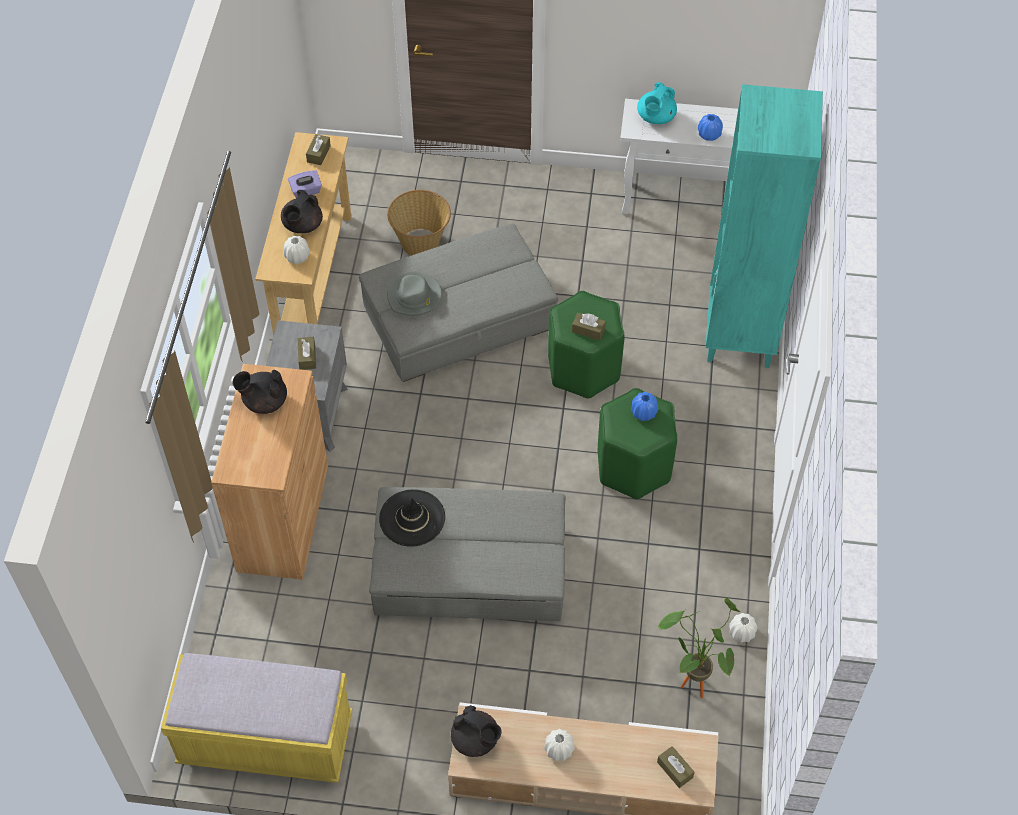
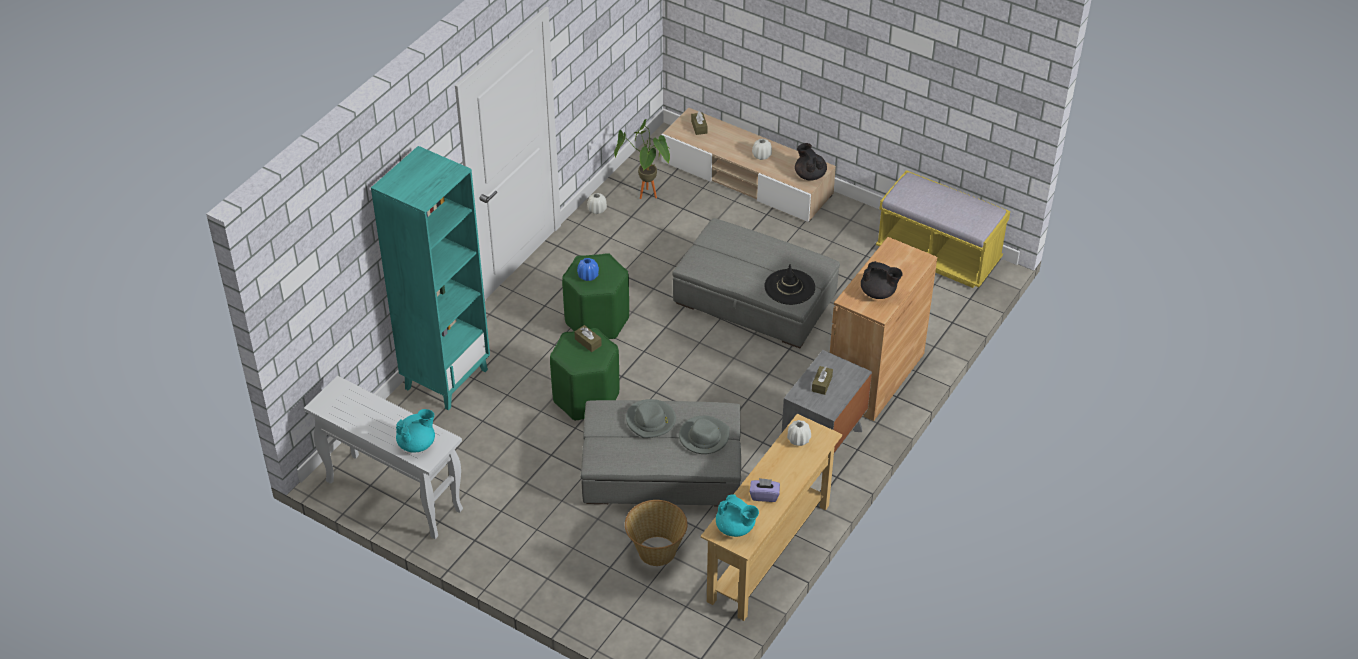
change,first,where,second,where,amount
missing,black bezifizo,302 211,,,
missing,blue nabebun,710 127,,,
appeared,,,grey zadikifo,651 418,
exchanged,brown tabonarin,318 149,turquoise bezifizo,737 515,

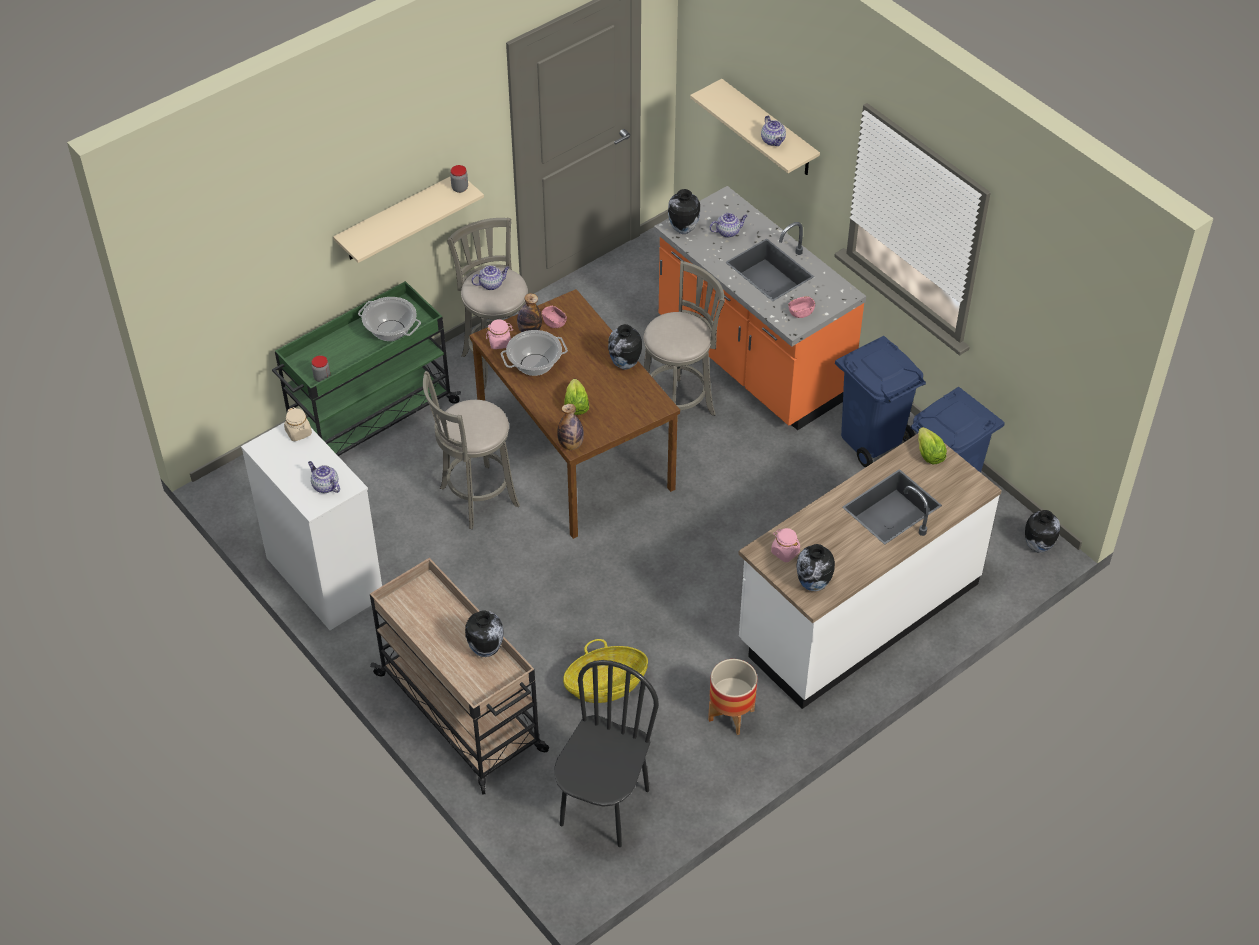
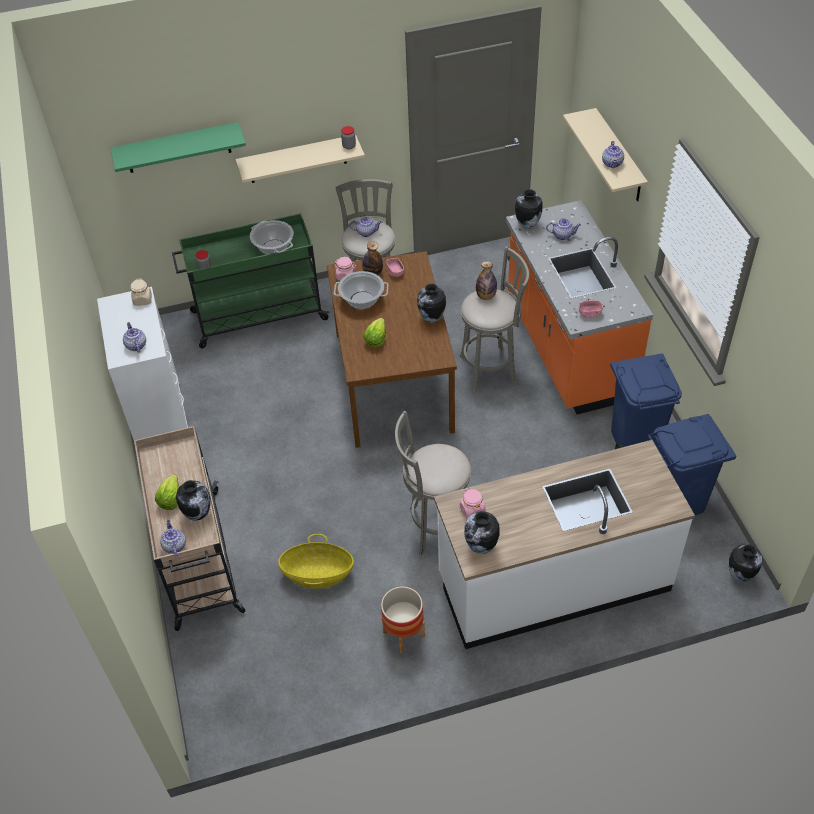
change,first,where,second,where,amount
missing,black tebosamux,606 753,,,
appeared,,,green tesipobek,178 147,
appeared,,,bezifizo,173 539,
relocated,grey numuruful,471 450,,433 482,
relocated,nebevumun,570 427,,486 280,
relocated,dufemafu,932 445,,167 492,

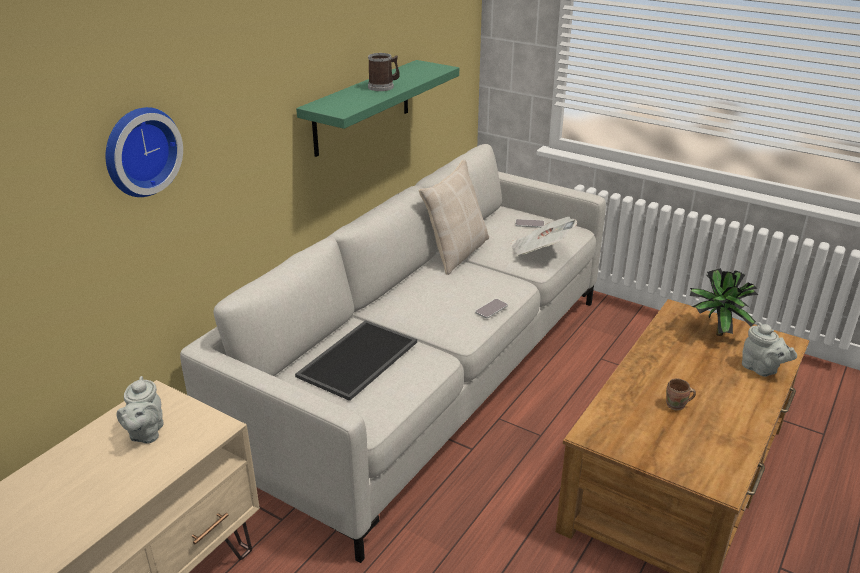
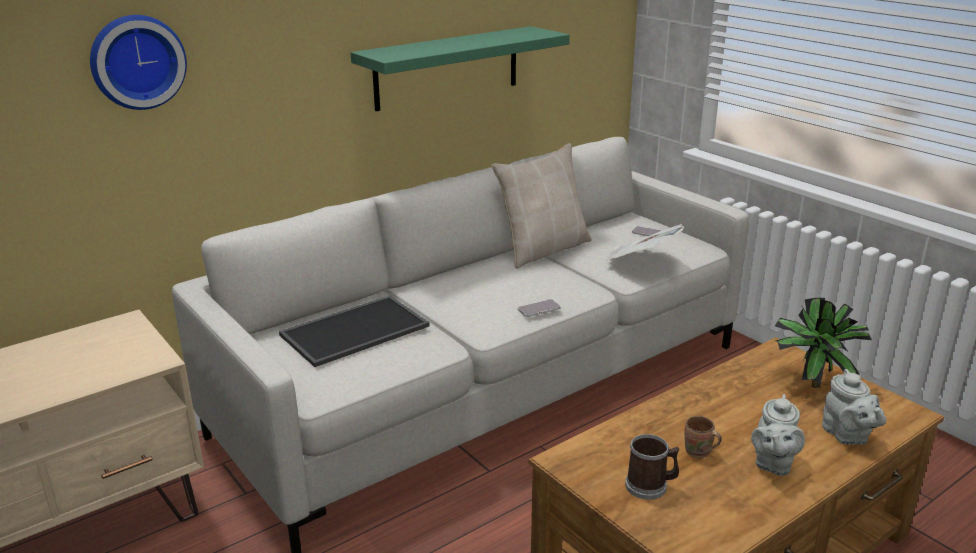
change,first,where,second,where,amount
relocated,grey bezifizo,140 410,,778 435,
relocated,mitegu,384 72,,652 467,

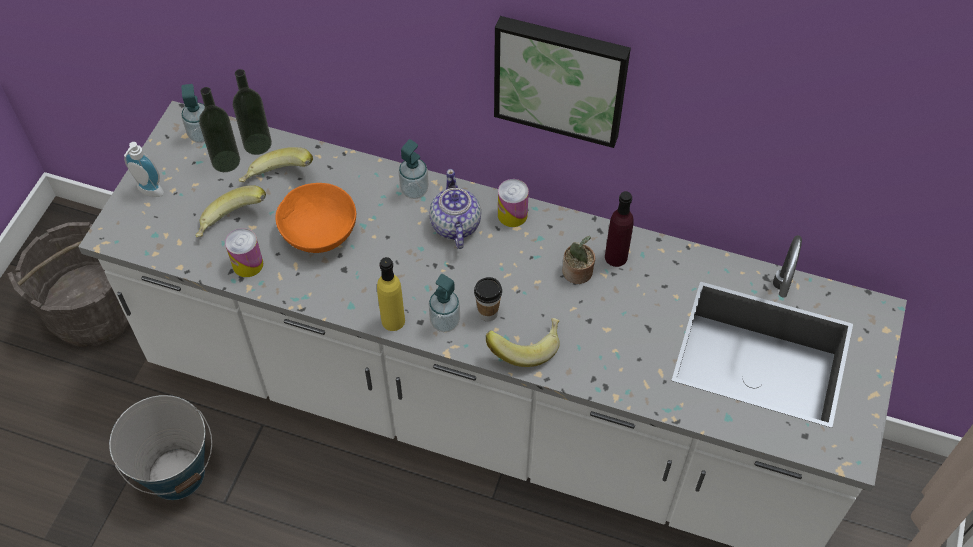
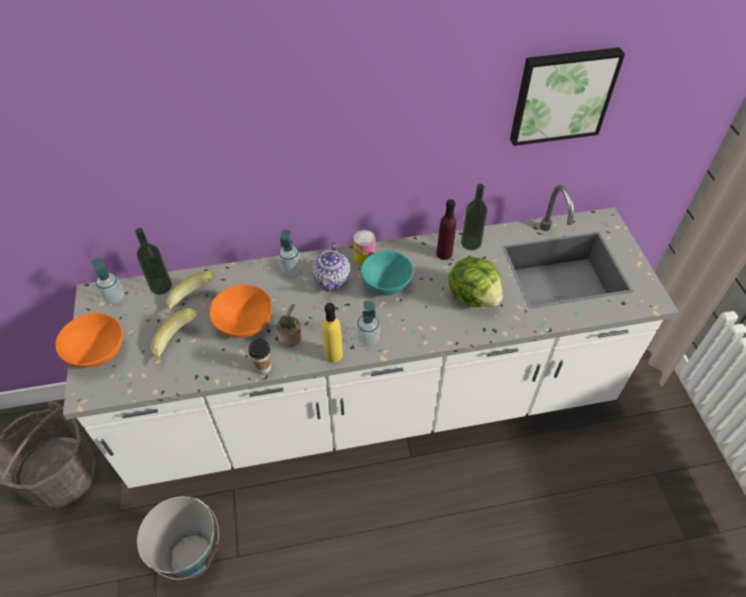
change,first,where,second,where,amount
missing,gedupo,244 252,,,
missing,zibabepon,523 342,,,
appeared,,,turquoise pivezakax,387 272,
appeared,,,dufemafu,475 282,
relocated,nebevumun,219 129,,474 217,
relocated,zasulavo,488 299,,259 356,
relocated,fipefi,562 82,,567 96,
relocated,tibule,578 260,,289 326,
exchanged,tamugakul,144 169,orange pivezakax,89 340,
spun,bezifizo,455 209,,331 266,135 degrees counterclockwise

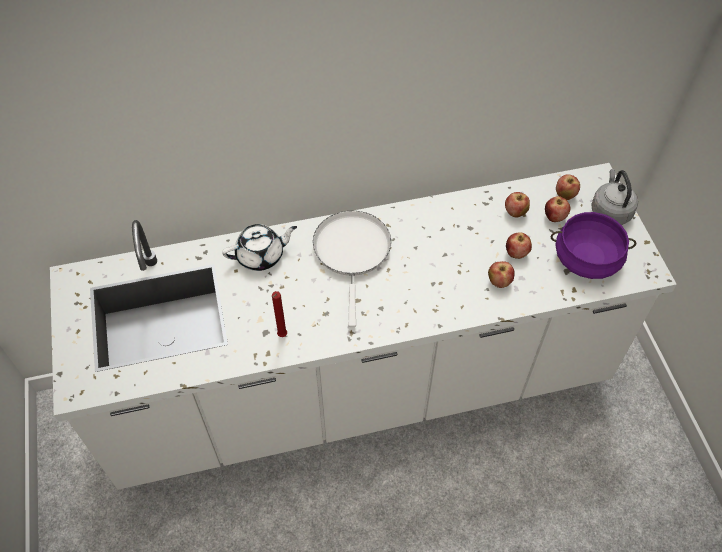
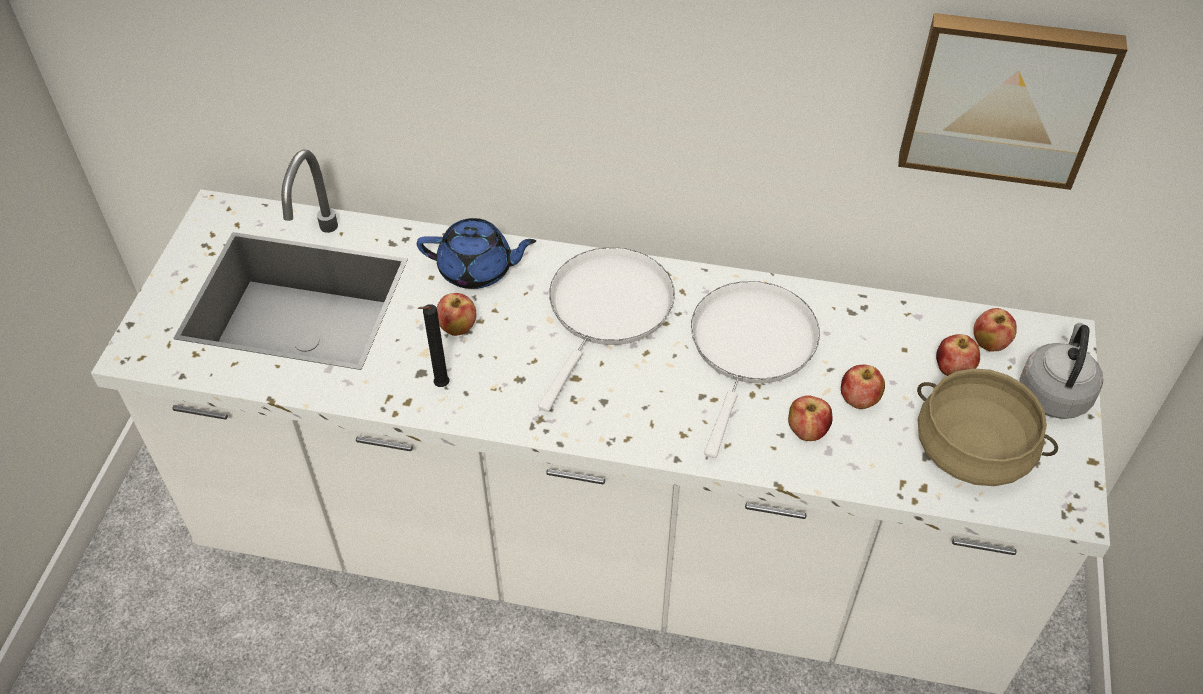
change,first,where,second,where,amount
appeared,,,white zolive,755 369,
appeared,,,fipefi,1013 101,
relocated,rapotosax,517 205,,456 314,
colour,white bezifizo,259 247,blue bezifizo,476 253,
colour,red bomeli,279 314,black bomeli,434 345,
colour,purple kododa,593 245,beige kododa,987 427,

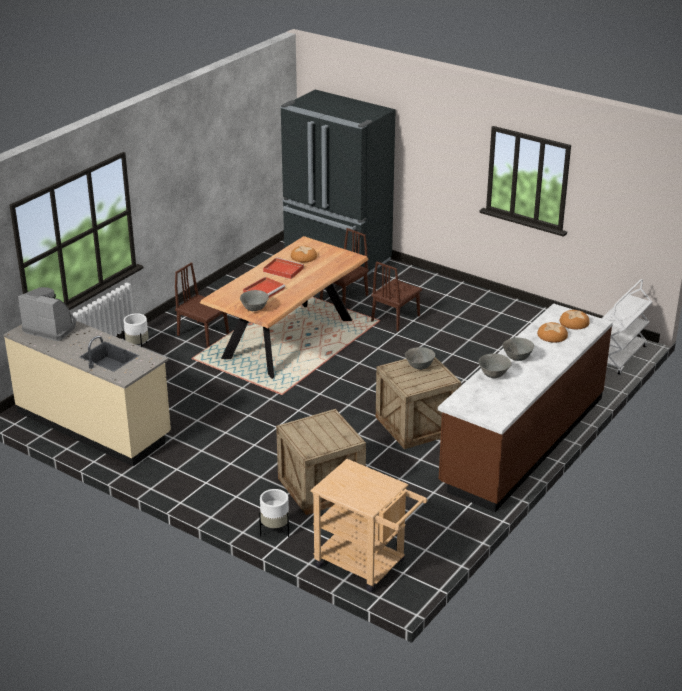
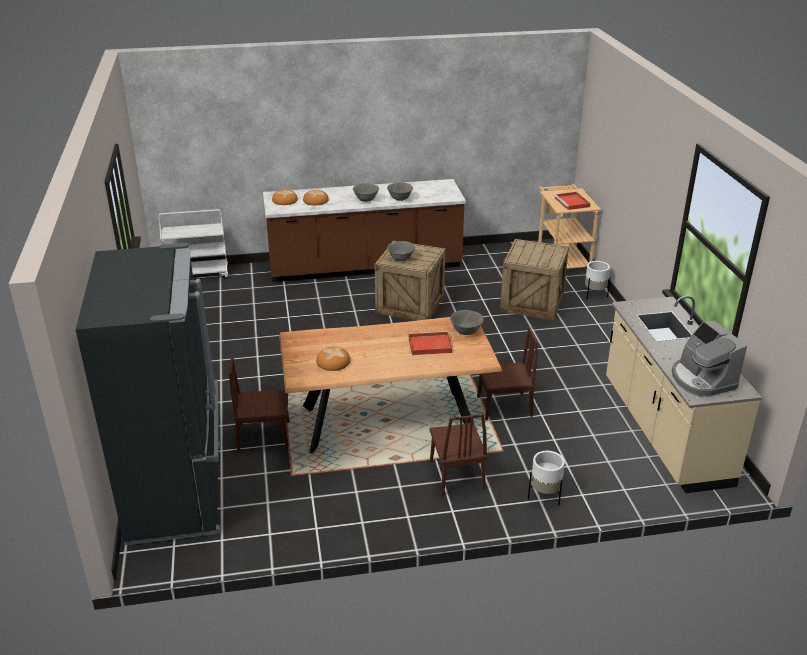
change,first,where,second,where,amount
relocated,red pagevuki,283 268,,572 201,
relocated,brown tebosamux,396 296,,507 373,

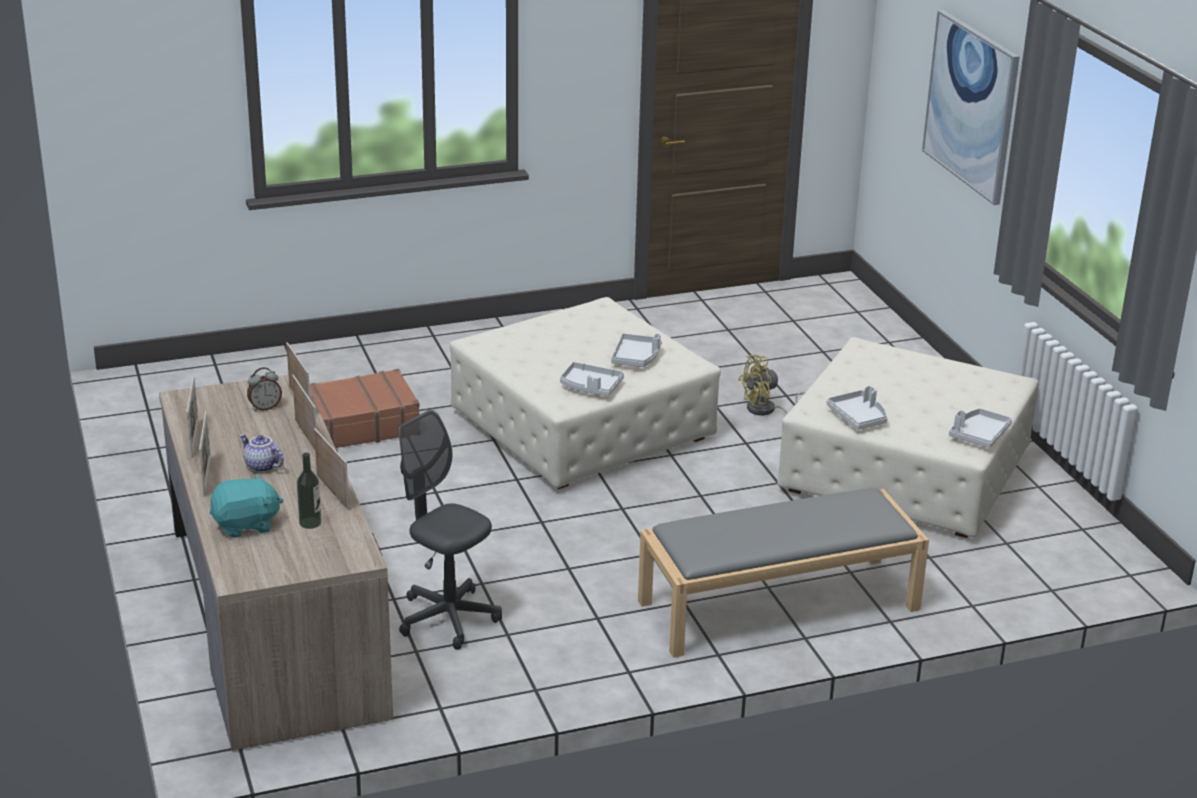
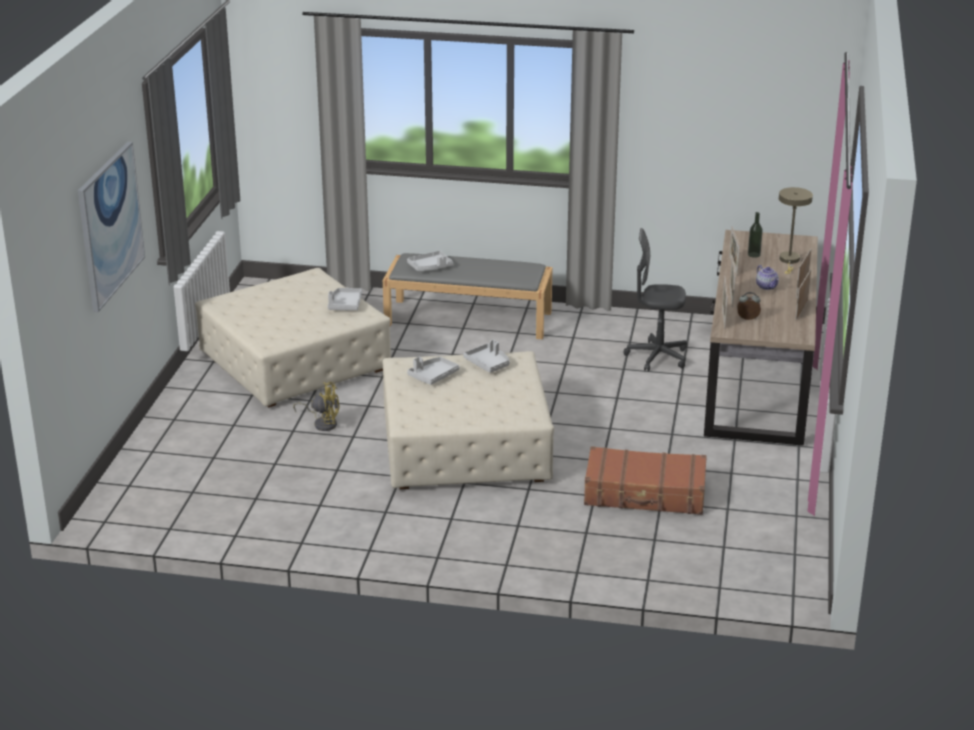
change,first,where,second,where,amount
relocated,grey pagevuki,980 428,,430 261,
exchanged,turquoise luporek,246 506,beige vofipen,796 230,
spun,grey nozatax,450 529,,655 299,120 degrees clockwise

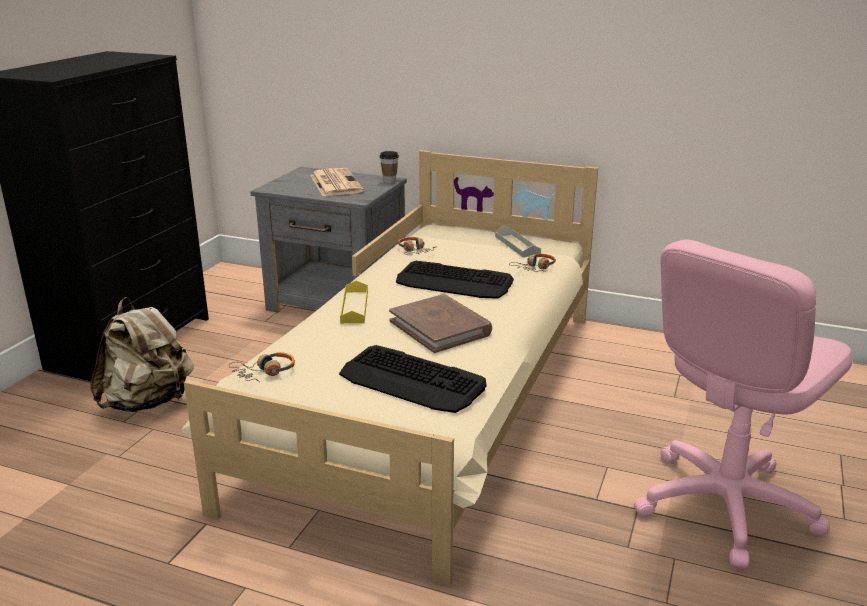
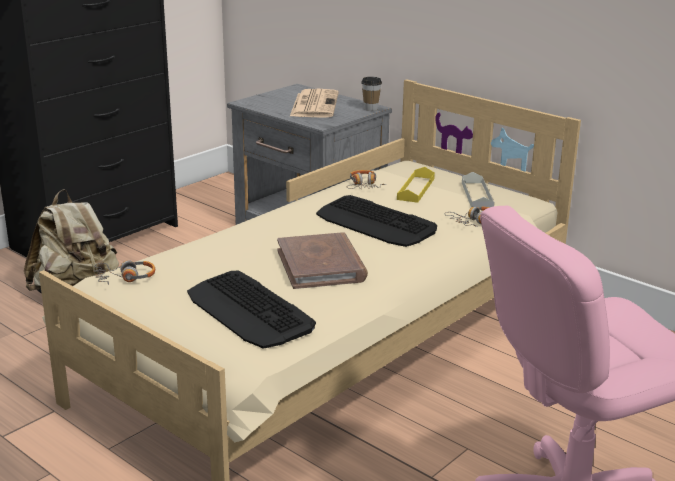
change,first,where,second,where,amount
relocated,yellow pagevuki,354 302,,416 185,

